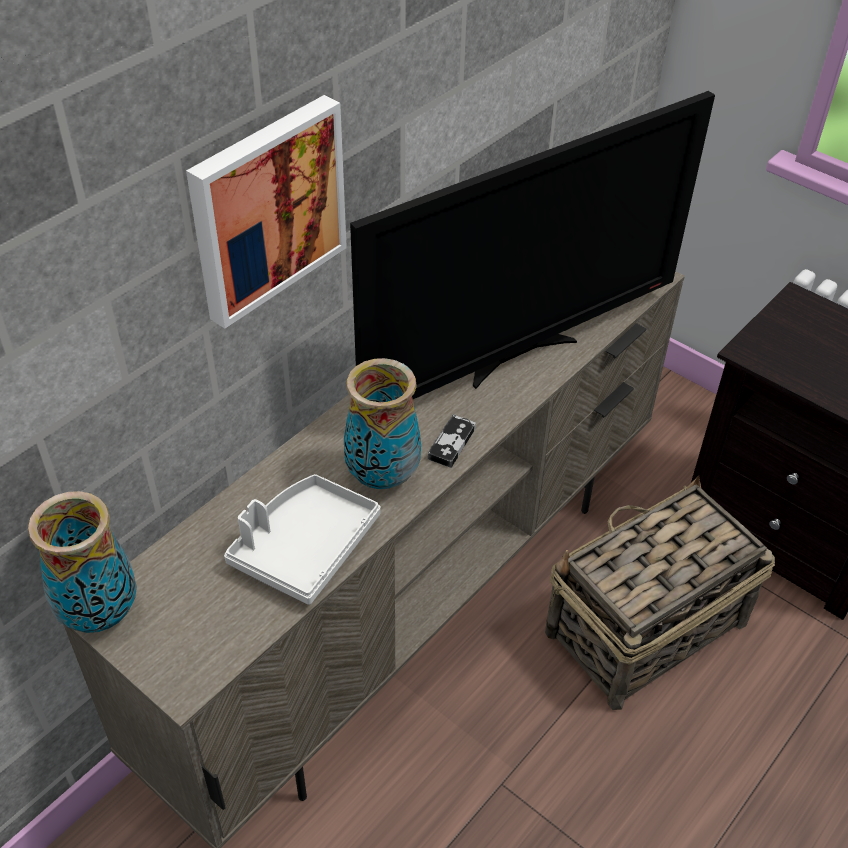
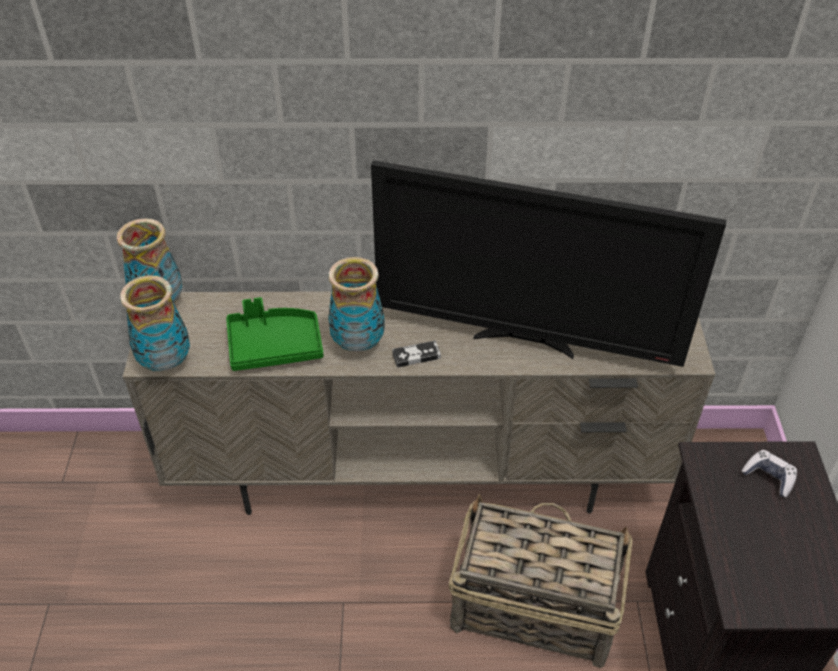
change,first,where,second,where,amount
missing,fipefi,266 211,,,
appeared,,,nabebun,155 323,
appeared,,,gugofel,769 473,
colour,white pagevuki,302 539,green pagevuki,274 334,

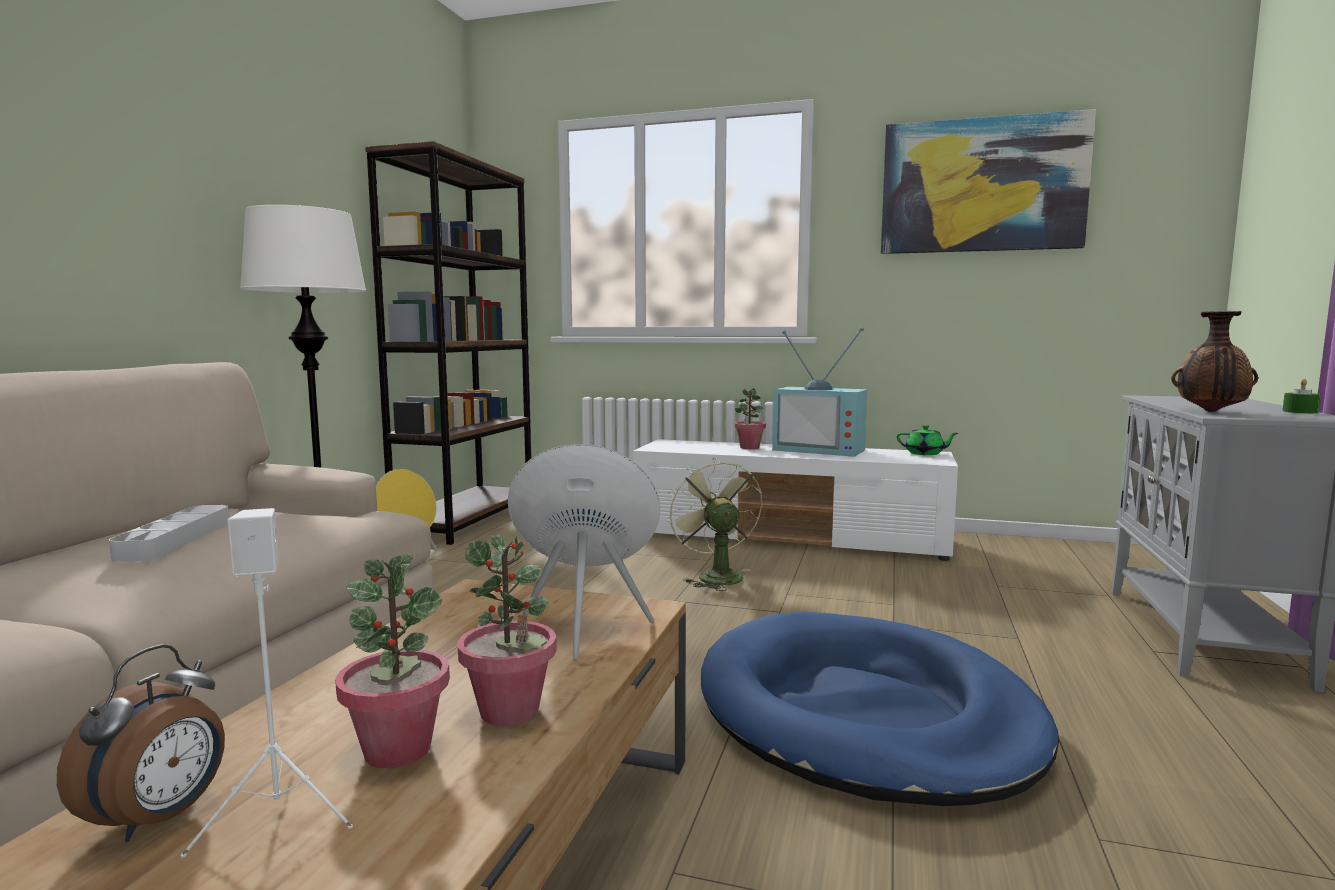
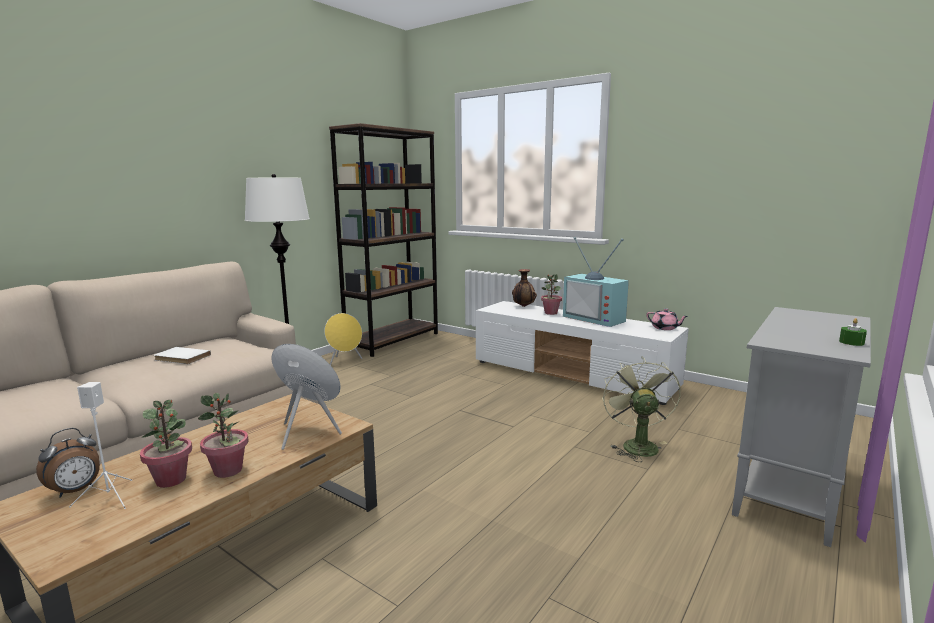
change,first,where,second,where,amount
missing,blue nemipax,880 709,,,
missing,fipefi,988 181,,,
relocated,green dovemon,714 524,,641 409,
relocated,nabebun,1214 361,,524 288,
exchanged,grey pagevuki,169 533,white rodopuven,182 355,
colour,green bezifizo,927 440,pink bezifizo,667 319,

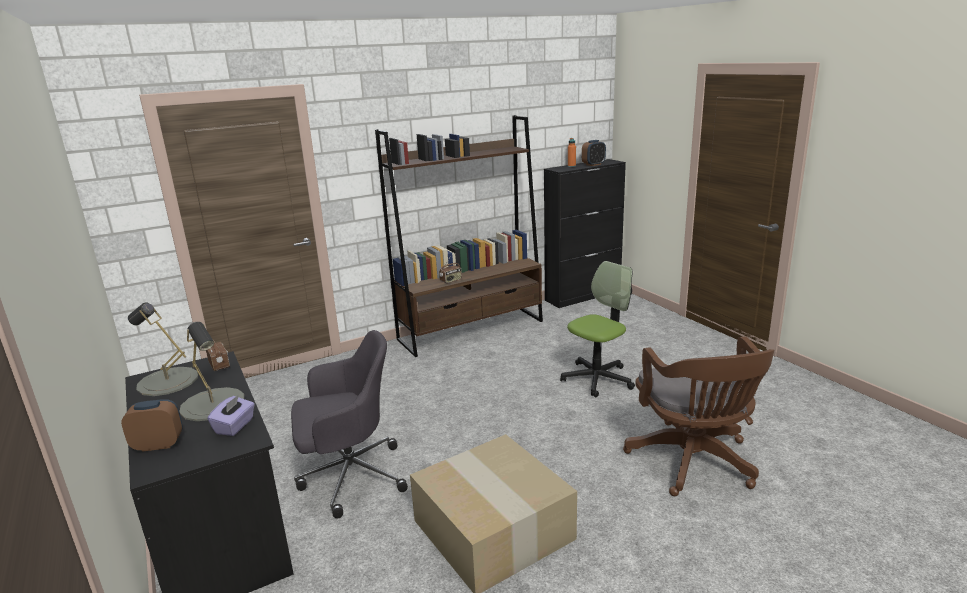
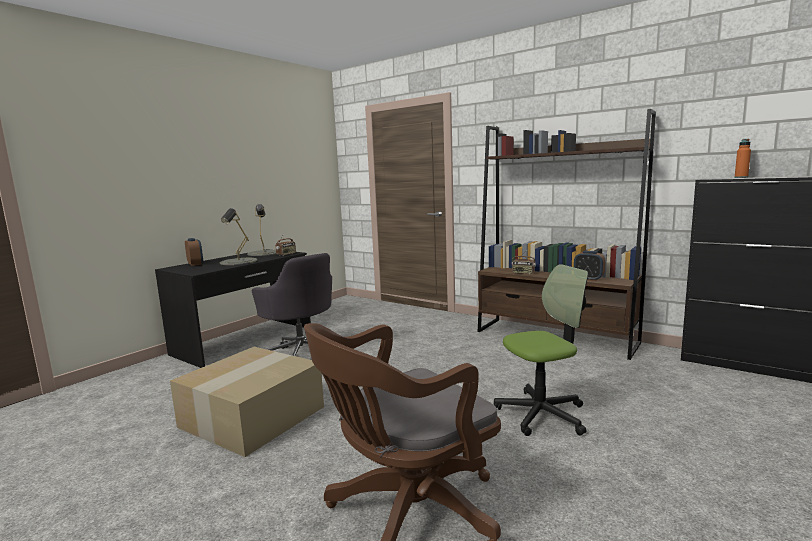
change,first,where,second,where,amount
missing,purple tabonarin,231 415,,,
relocated,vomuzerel,594 153,,589 266,
spun,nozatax,597 329,,540 350,45 degrees counterclockwise

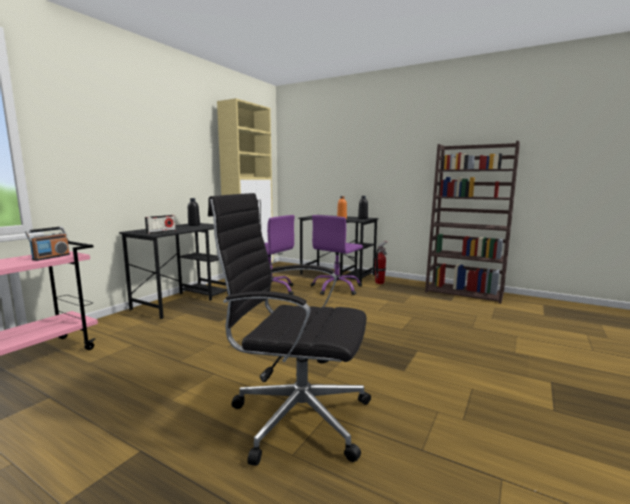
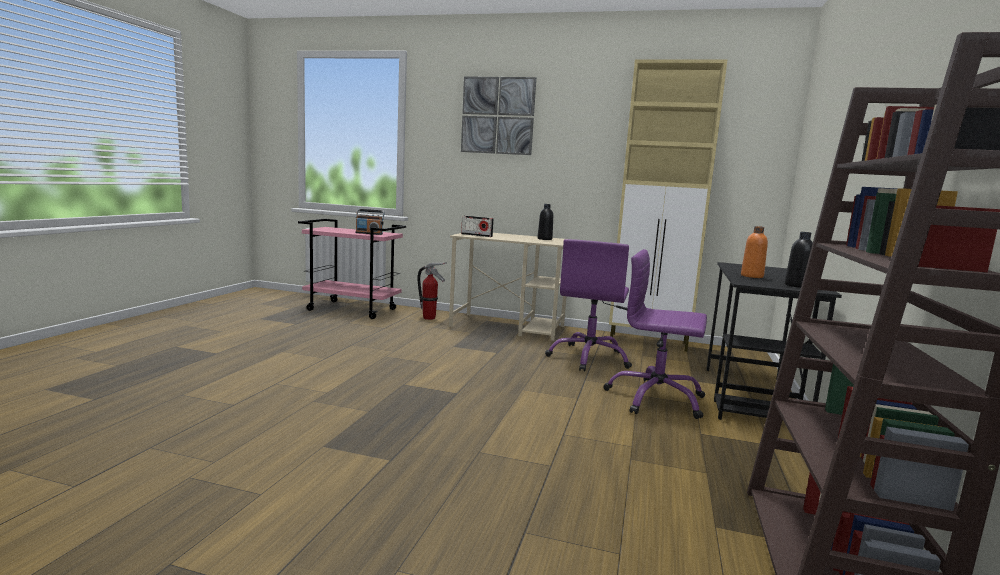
change,first,where,second,where,amount
missing,black nozatax,289 329,,,
appeared,,,fipefi,498 115,
relocated,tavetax,381 262,,432 291,
colour,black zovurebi,173 271,beige zovurebi,507 287,

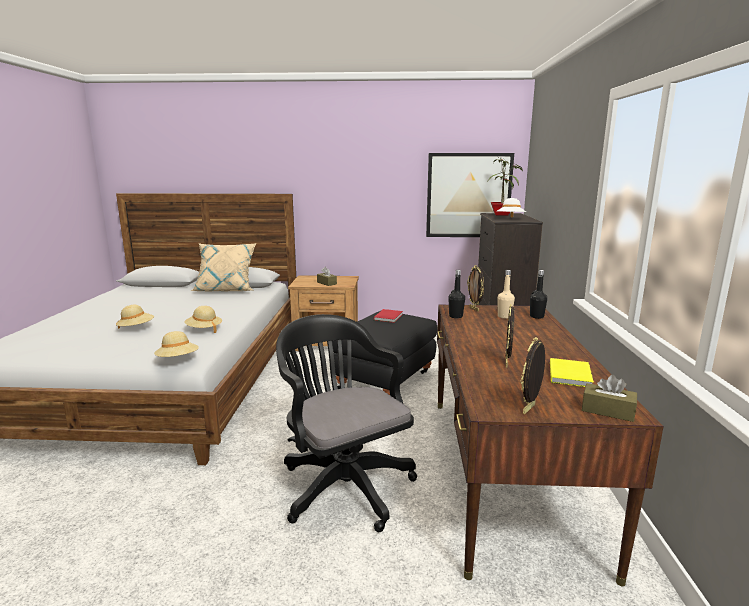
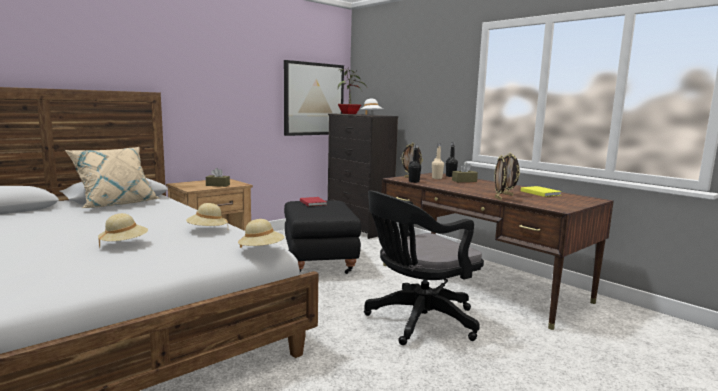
change,first,where,second,where,amount
relocated,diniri,533 375,,500 177,
relocated,brown tabonarin,609 398,,465 172,
spun,black nozatax,346 423,,424 267,45 degrees counterclockwise

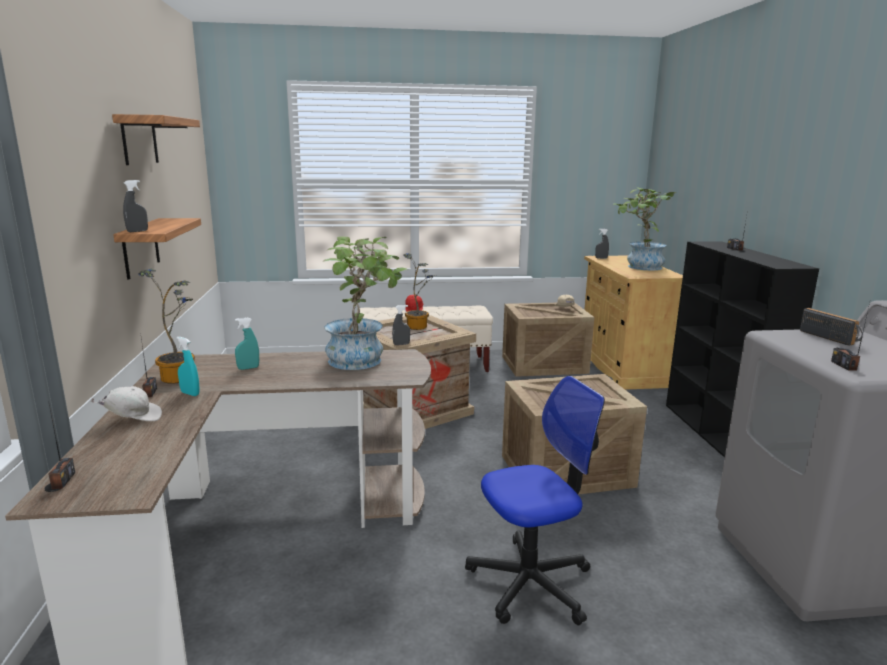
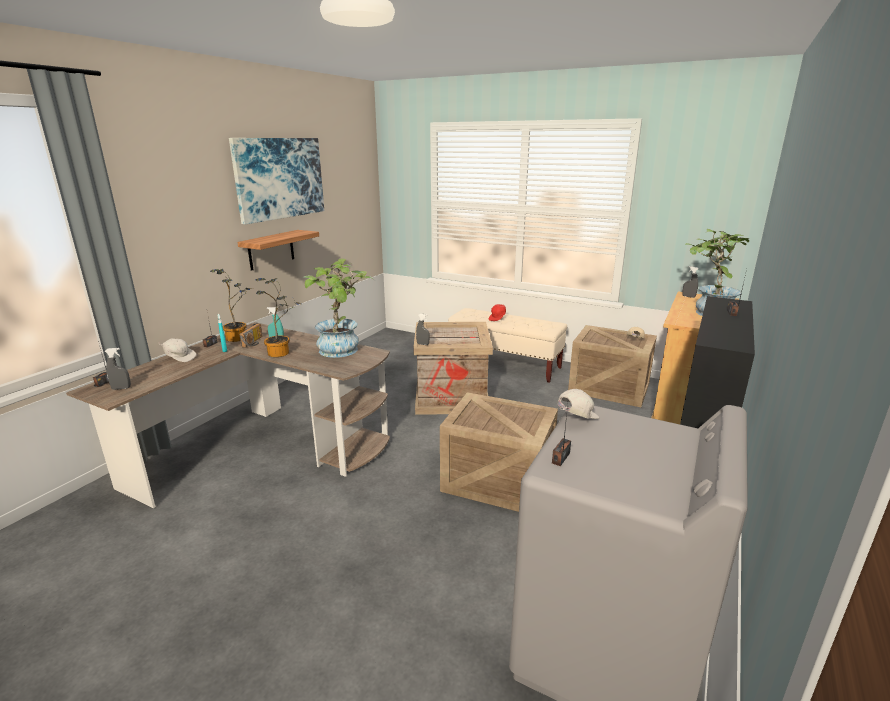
change,first,where,second,where,amount
missing,nozatax,535 500,,,
appeared,,,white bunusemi,578 404,
relocated,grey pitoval,135 206,,117 369,
relocated,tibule,419 291,,278 317,
relocated,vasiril,831 327,,251 335,
exchanged,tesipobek,156 139,fipefi,276 181,

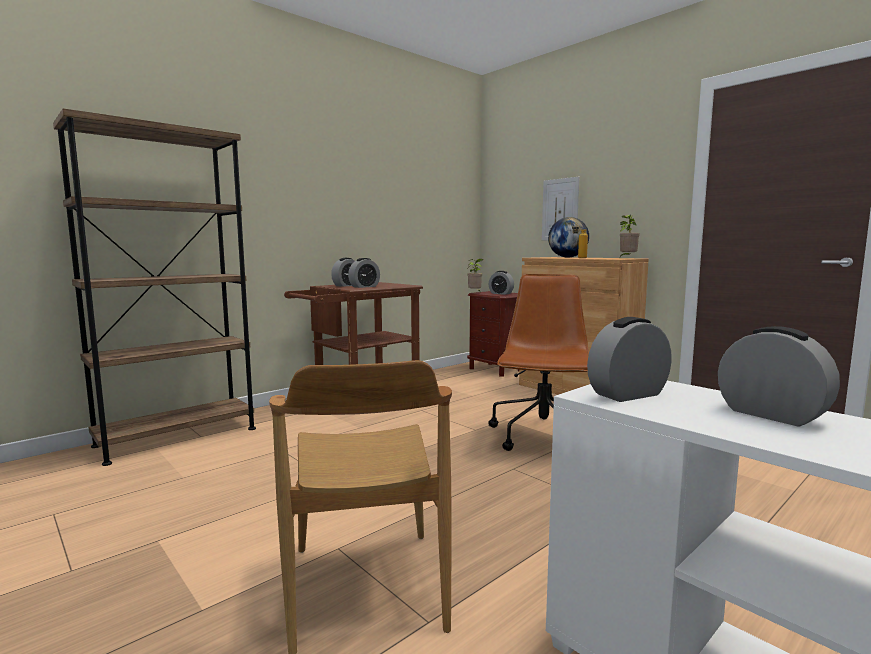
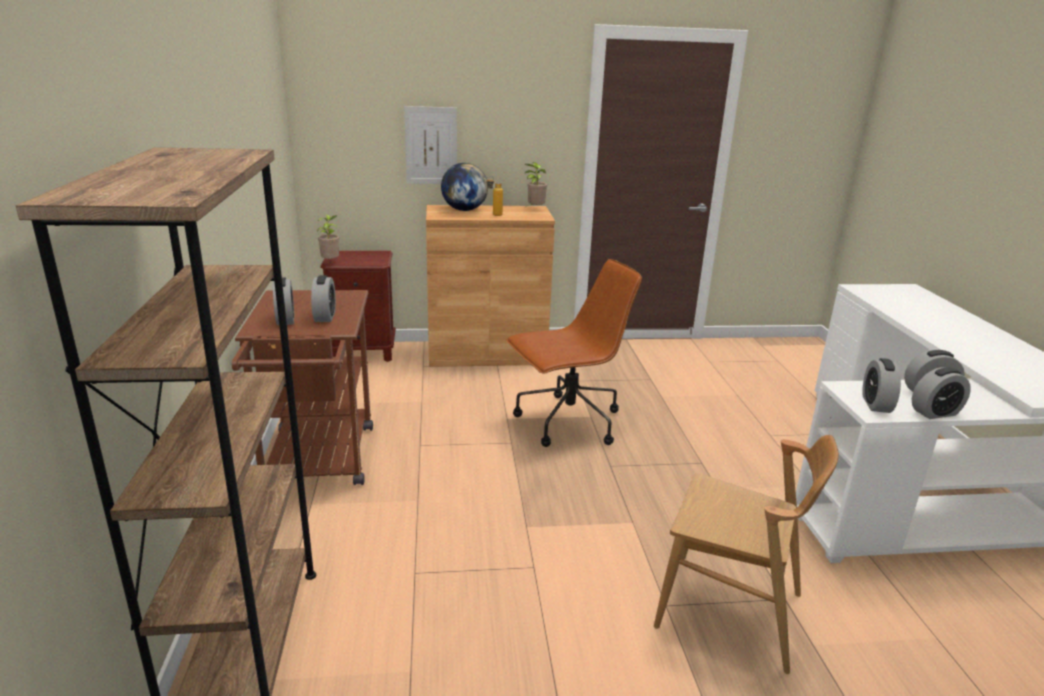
change,first,where,second,where,amount
relocated,vomuzerel,501 283,,941 393,
spun,brown nozatax,538 362,,574 353,105 degrees clockwise

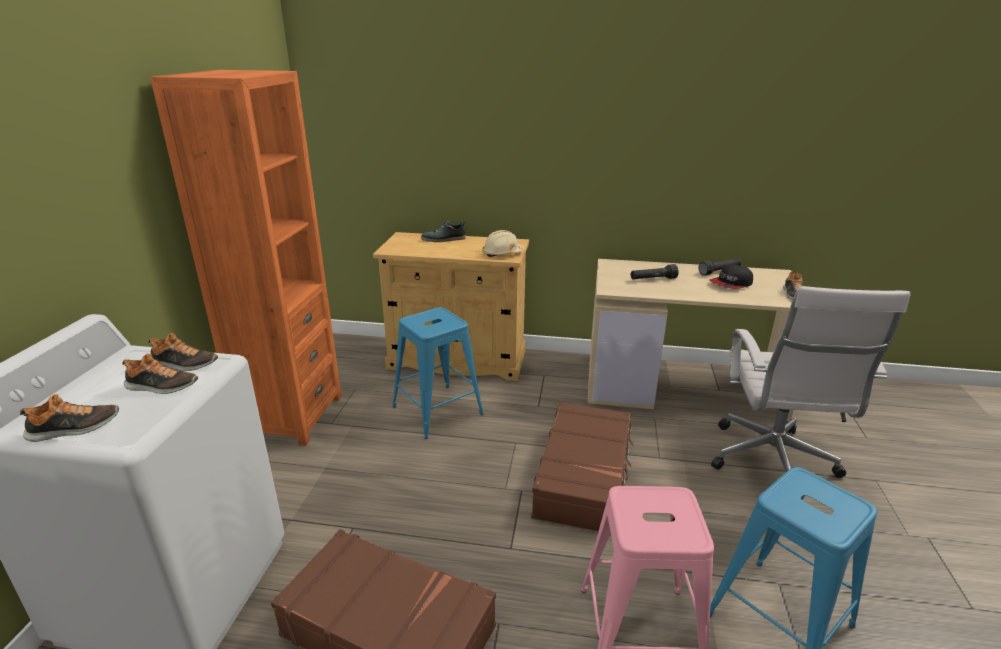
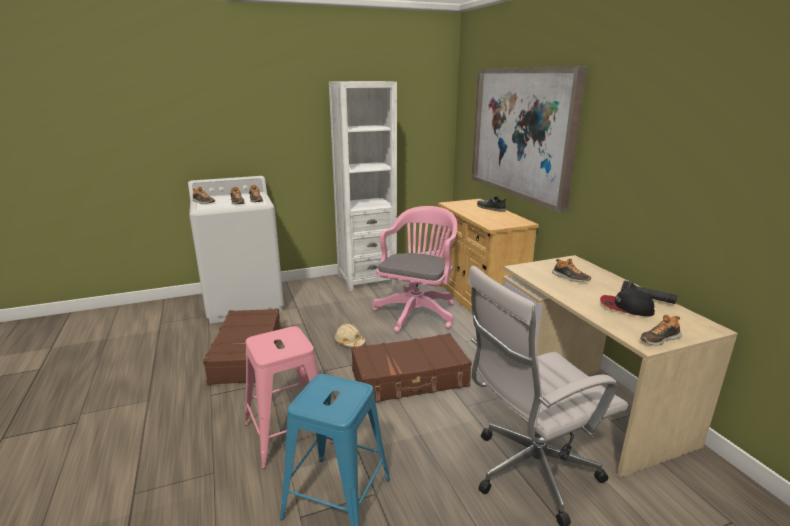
change,first,where,second,where,amount
appeared,,,fipefi,529 139,
relocated,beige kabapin,503 243,,349 335,
exchanged,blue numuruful,438 373,pink nozatax,414 269,
exchanged,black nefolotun,655 271,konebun,571 270,
colour,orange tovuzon,245 258,white tovuzon,363 186,

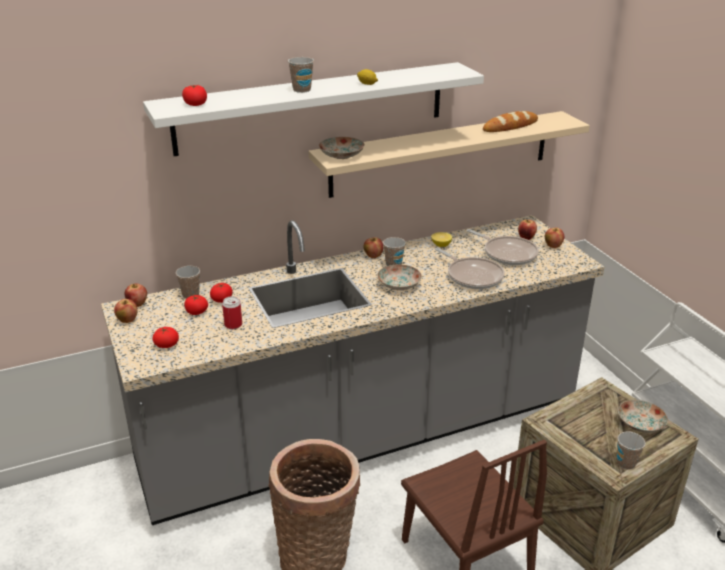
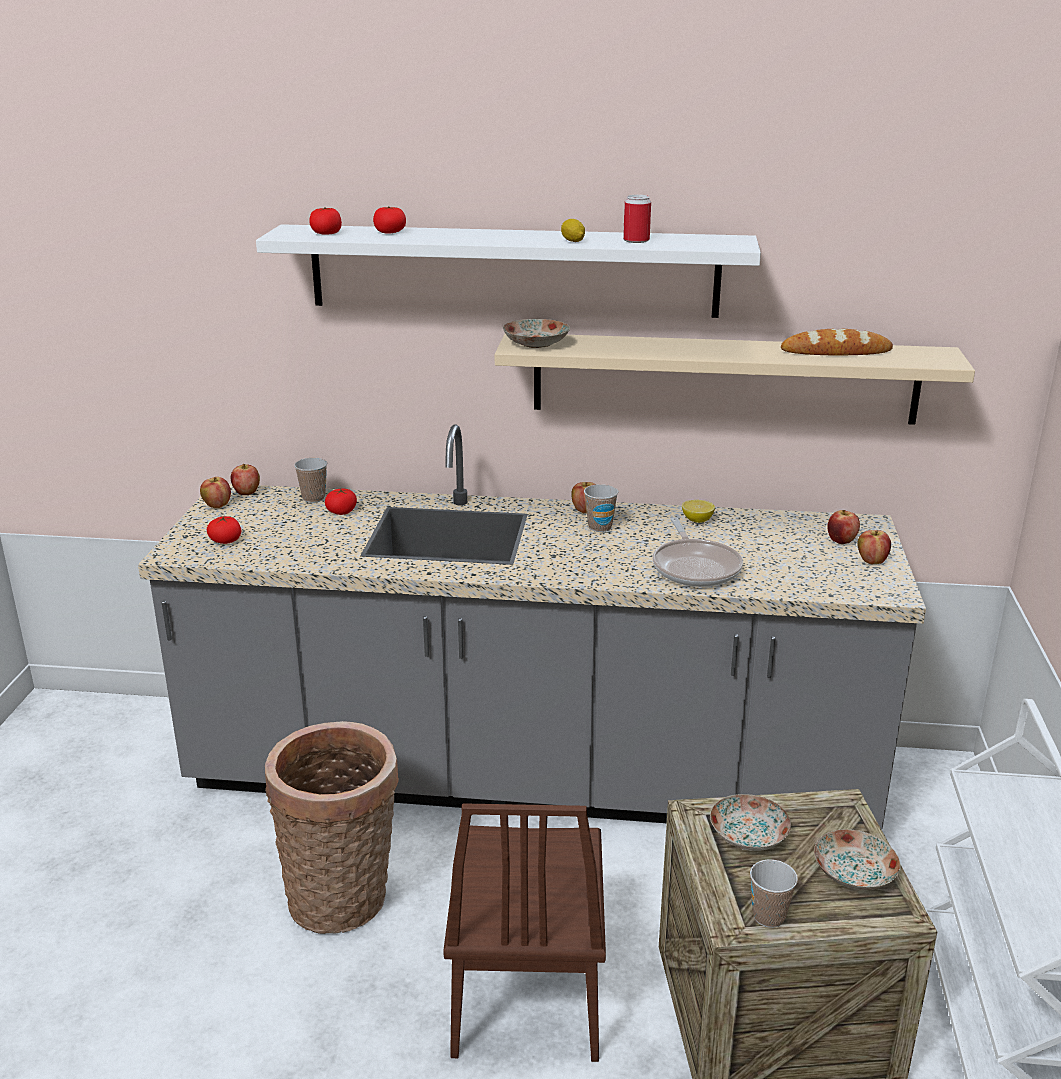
change,first,where,second,where,amount
missing,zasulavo,301 75,,,
missing,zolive,503 247,,,
relocated,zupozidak,196 305,,389 220,
relocated,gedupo,232 312,,637 219,
relocated,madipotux,399 277,,750 822,

